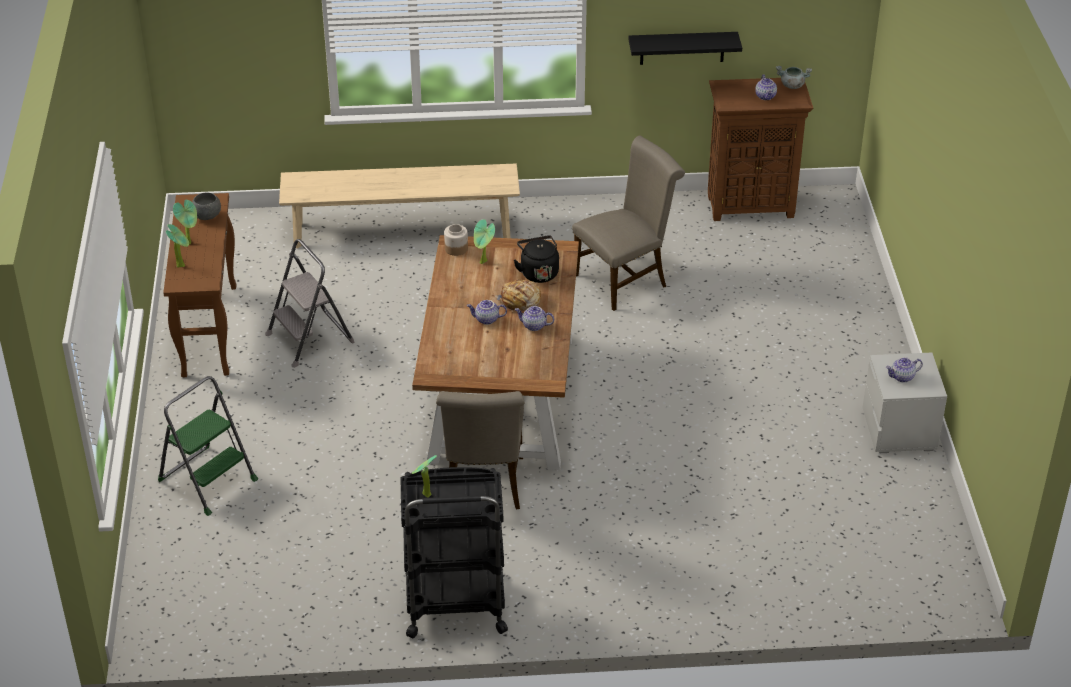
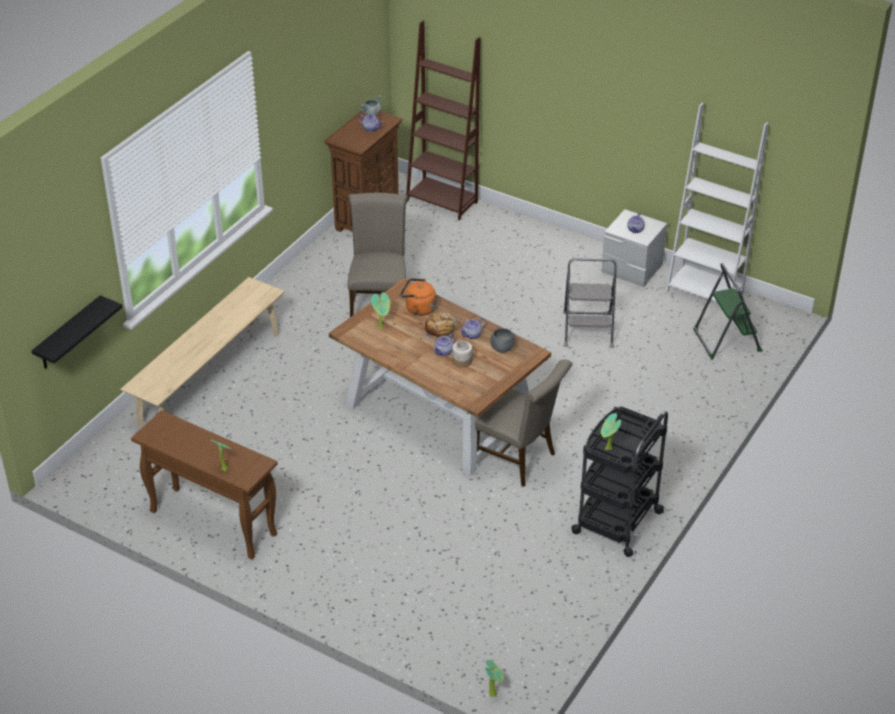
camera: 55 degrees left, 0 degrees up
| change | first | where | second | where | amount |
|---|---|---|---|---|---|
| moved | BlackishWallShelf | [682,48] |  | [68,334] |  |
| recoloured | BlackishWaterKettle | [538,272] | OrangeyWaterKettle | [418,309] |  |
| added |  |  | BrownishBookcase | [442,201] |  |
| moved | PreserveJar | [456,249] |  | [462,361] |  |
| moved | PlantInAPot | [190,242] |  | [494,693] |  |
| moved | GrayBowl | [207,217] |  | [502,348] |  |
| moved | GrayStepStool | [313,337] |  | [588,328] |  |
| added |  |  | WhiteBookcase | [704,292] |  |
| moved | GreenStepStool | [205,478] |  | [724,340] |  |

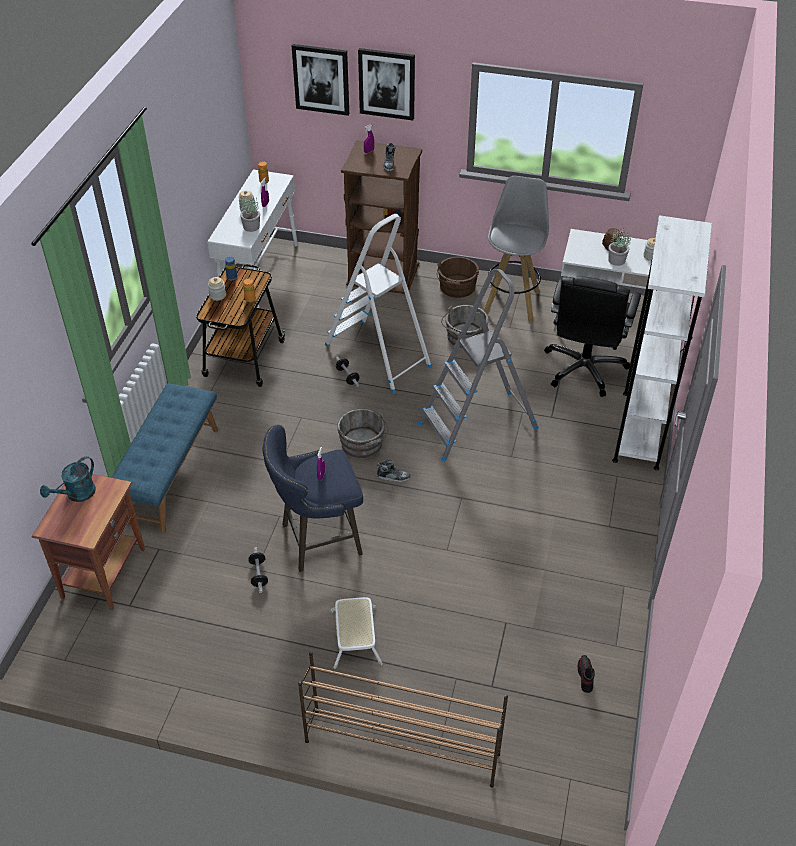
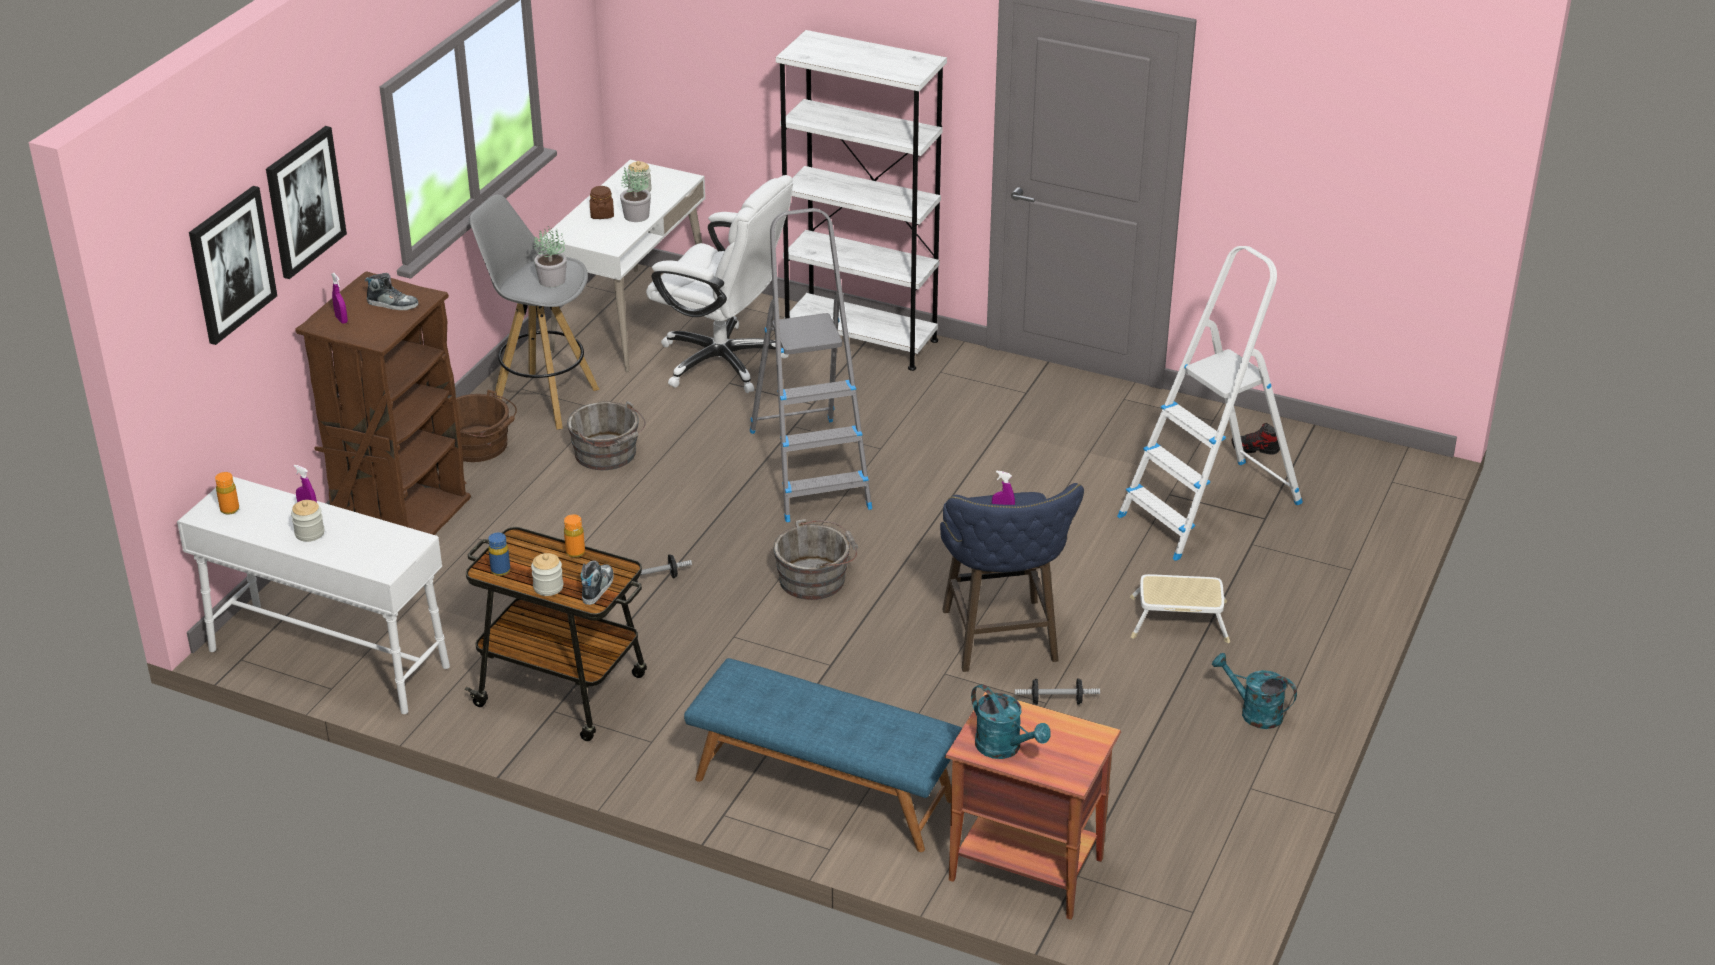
camera: 80 degrees left, 10 degrees down
| change | first | where | second | where | amount |
|---|---|---|---|---|---|
| moved | PlantInAPot | [251,227] |  | [552,280] |  |
| moved | Shoe | [393,476] |  | [597,587] |  |
| recoloured | BlackishComputerChair | [584,368] | WhiteComputerChair | [722,361] |  |
| moved | WhiteStepStool | [377,355] |  | [1209,510] |  |
| added |  |  | TurquoiseWateringPot | [1254,712] |  |
| removed | BrownishShoeRack | [401,747] |  |  |  |

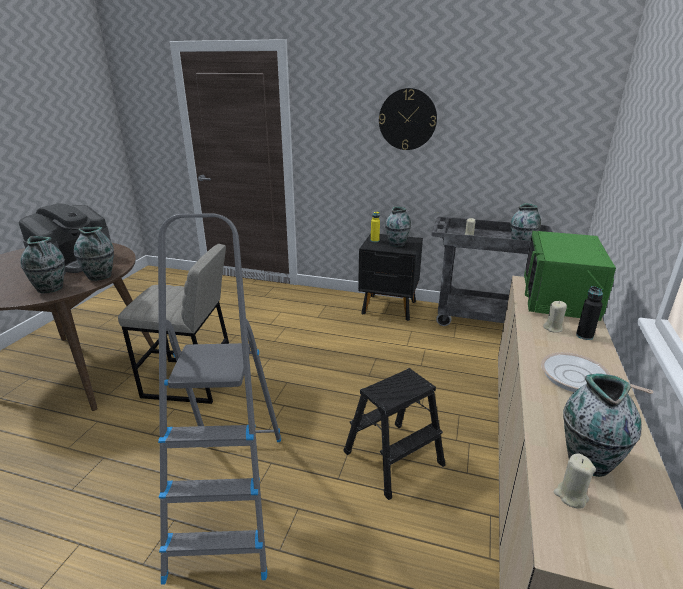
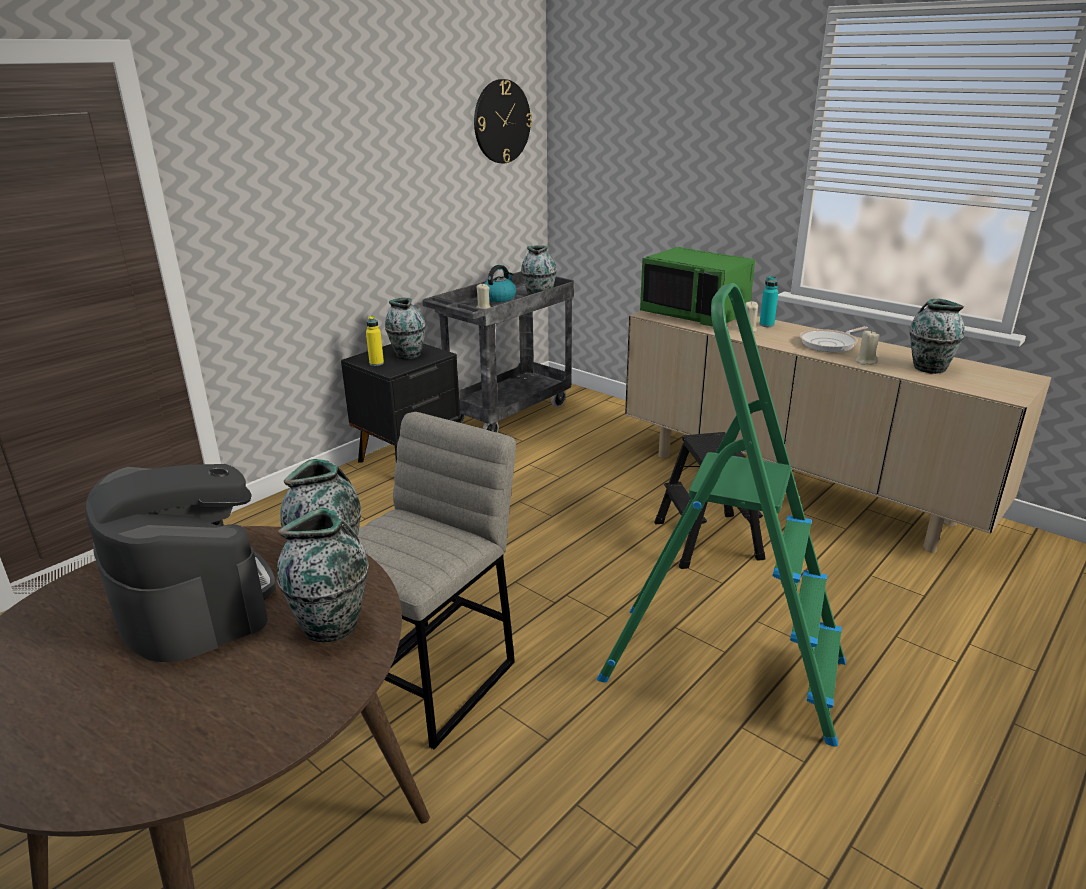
camera: 65 degrees left, 0 degrees up
| change | first | where | second | where | amount |
|---|---|---|---|---|---|
| moved | HangingClock | [407,119] |  | [501,122] |  |
| added |  |  | WaterKettle | [499,298] |  |
| recoloured | GrayStepStool | [230,499] | GreenStepStool | [724,671] |  |
| recoloured | BlackishBottle | [584,336] | TurquoiseBottle | [766,325] |  |
| moved | SandColouredWaxCandle | [570,496] |  | [865,361] |  |

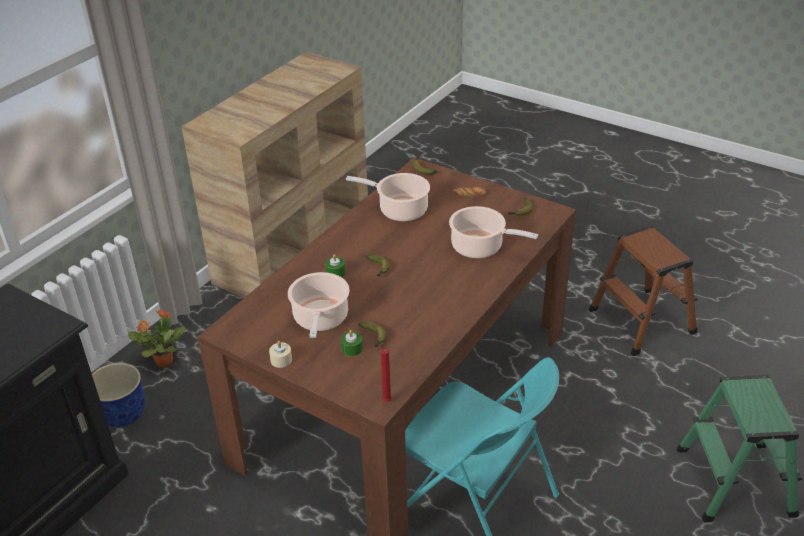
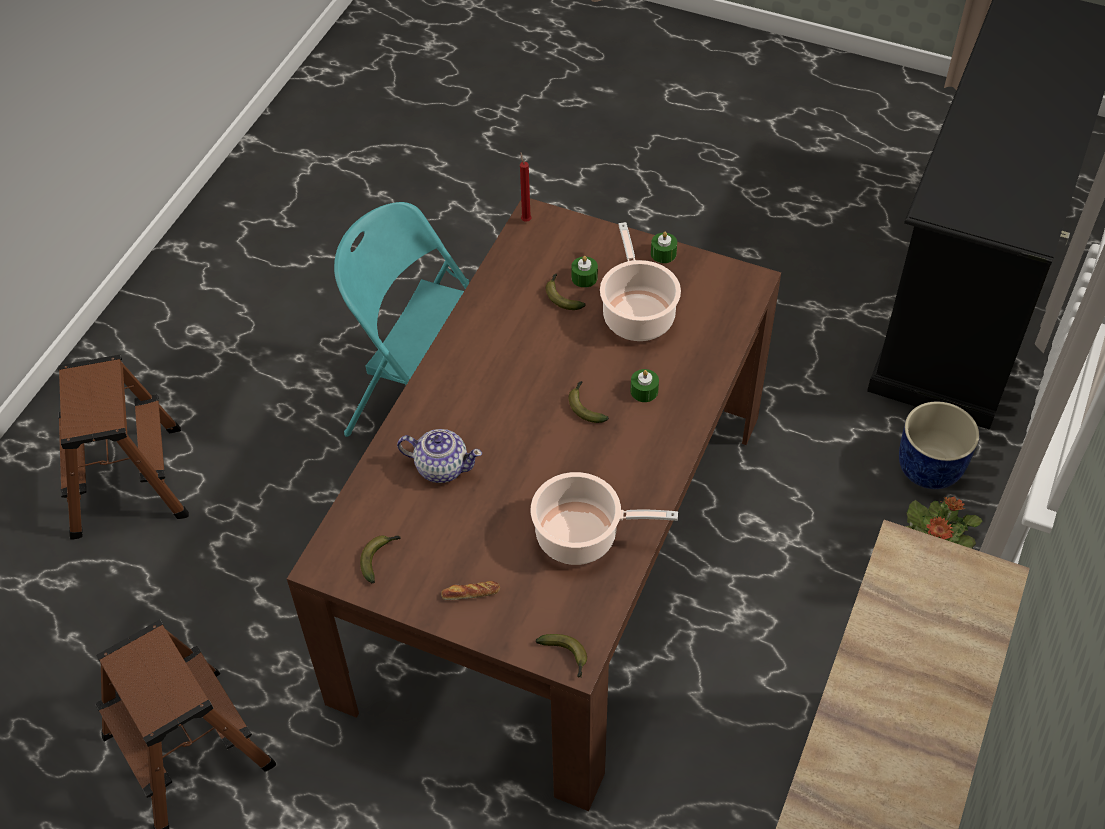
camera: 170 degrees right, 15 degrees up
| change | first | where | second | where | amount |
|---|---|---|---|---|---|
| recoloured | GreenStepStool | [735,482] | BrownishStepStool | [126,481] |  |
| replaced | CookingPot | [480,247] | Teapot | [441,467] |  |
| recoloured | SandColouredWaxCandle | [281,360] | GreenWaxCandle | [663,253] |  |

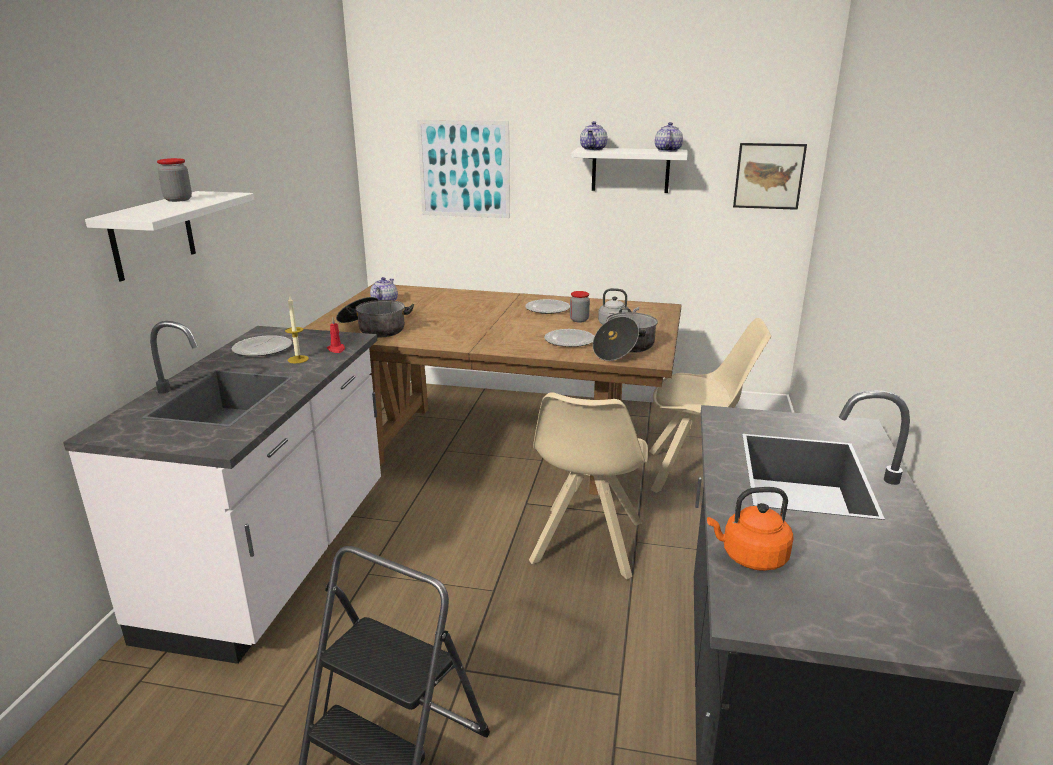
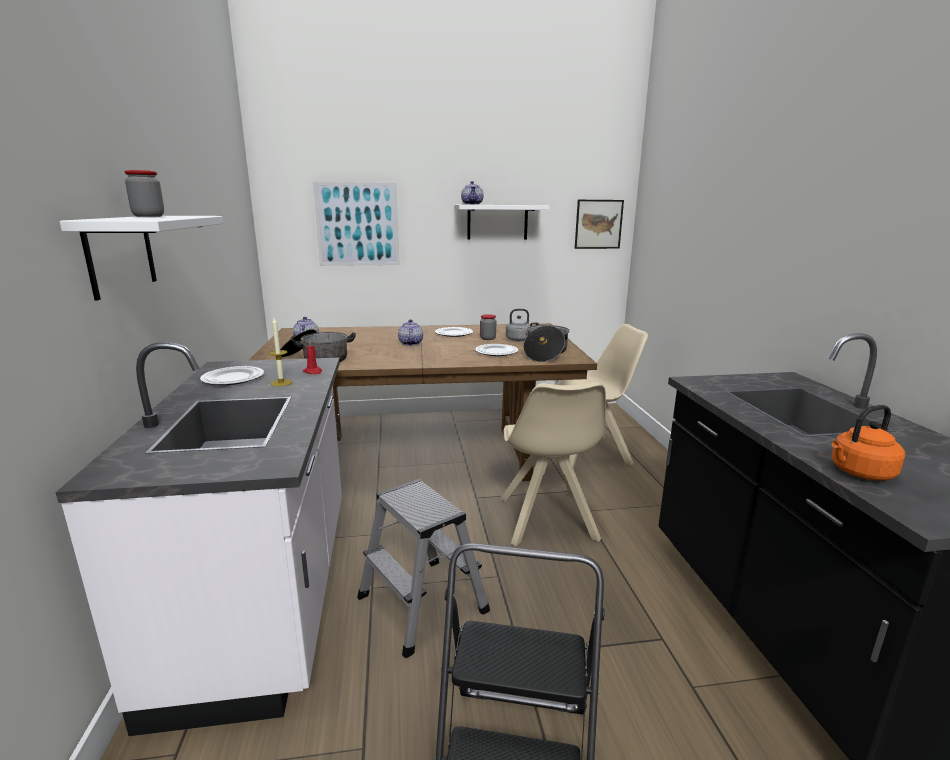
camera: 20 degrees left, 5 degrees down
| change | first | where | second | where | amount |
|---|---|---|---|---|---|
| added |  |  | GrayStepStool | [422,603] |  |
| moved | Teapot | [667,151] |  | [410,343] |  |

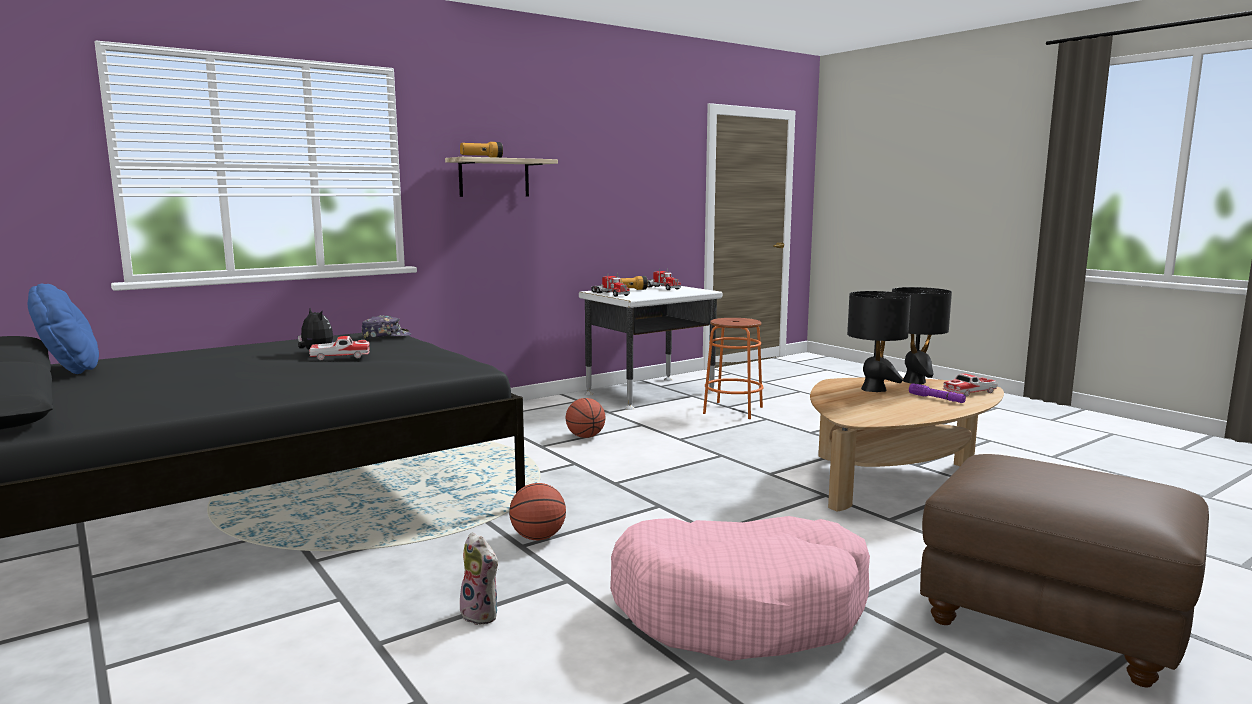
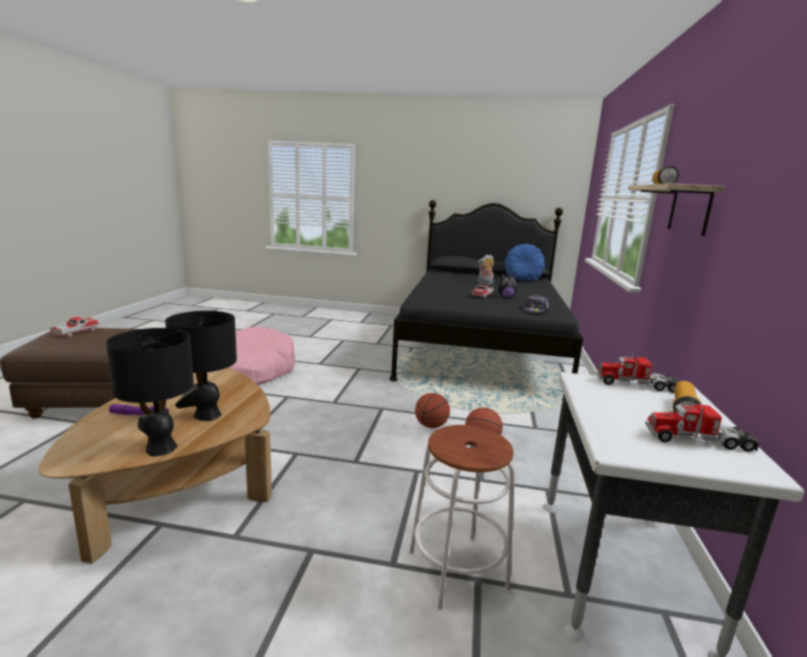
camera: 135 degrees right, 5 degrees up
| change | first | where | second | where | amount |
|---|---|---|---|---|---|
| moved | MiniatureCar | [969,392] |  | [75,332] |  |
| recoloured | OrangeySittingStool | [733,410] | WhiteSittingStool | [457,570] |  |
| moved | BasketballBall | [538,537] |  | [431,426] |  |
| moved | SoftToy | [482,614] |  | [485,283] |  |

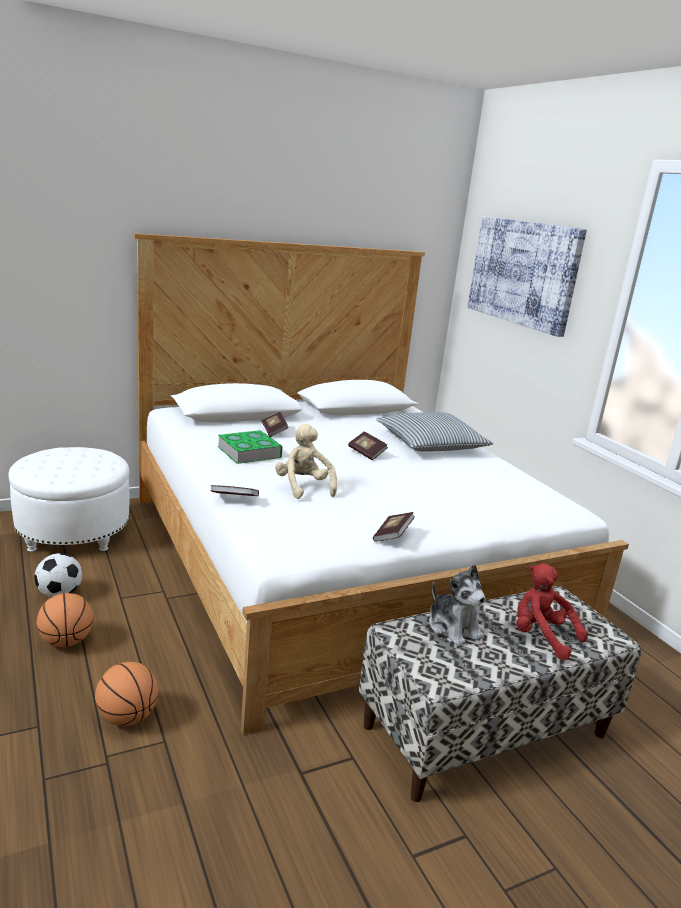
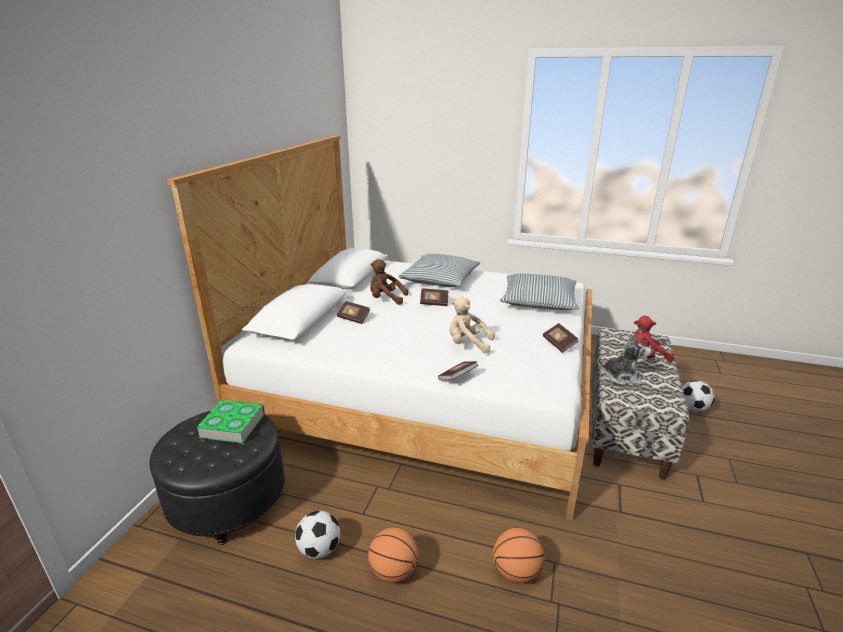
camera: 45 degrees left, 5 degrees up
| change | first | where | second | where | amount |
|---|---|---|---|---|---|
| recoloured | WhiteOttoman | [73,533] | BlackishOttoman | [228,502] |  |
| moved | BoundBook | [249,452] |  | [233,425] |  |
| added |  |  | BrownishSoftToy | [386,299] |  |
| added |  |  | ThrowPillow | [538,301] |  |
| added |  |  | BallForFootball | [693,408] |  |
| removed | Picture | [524,273] |  |  |  |

